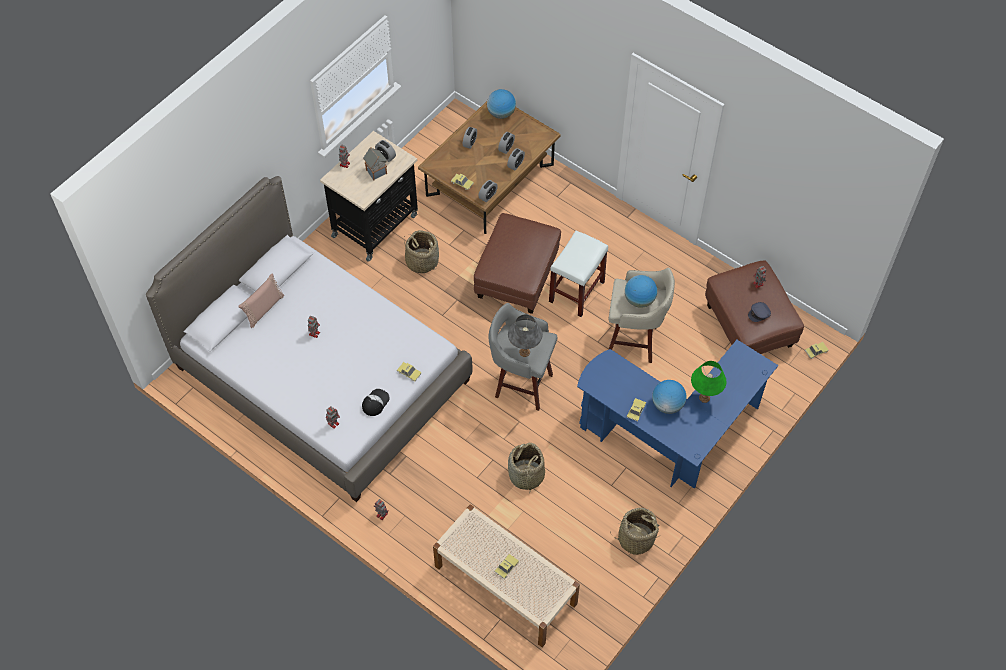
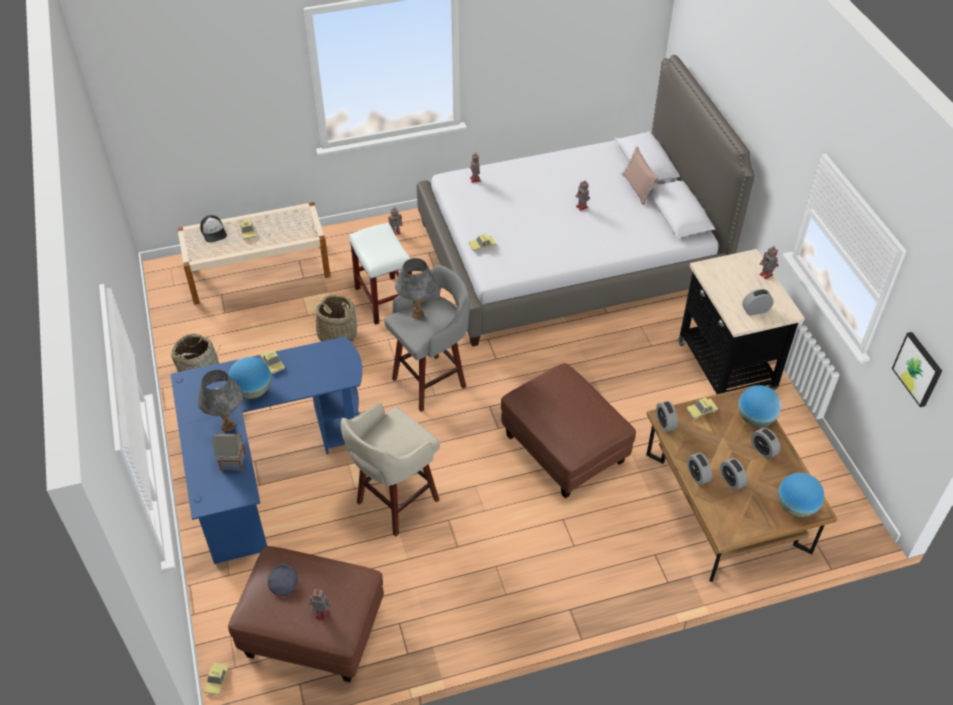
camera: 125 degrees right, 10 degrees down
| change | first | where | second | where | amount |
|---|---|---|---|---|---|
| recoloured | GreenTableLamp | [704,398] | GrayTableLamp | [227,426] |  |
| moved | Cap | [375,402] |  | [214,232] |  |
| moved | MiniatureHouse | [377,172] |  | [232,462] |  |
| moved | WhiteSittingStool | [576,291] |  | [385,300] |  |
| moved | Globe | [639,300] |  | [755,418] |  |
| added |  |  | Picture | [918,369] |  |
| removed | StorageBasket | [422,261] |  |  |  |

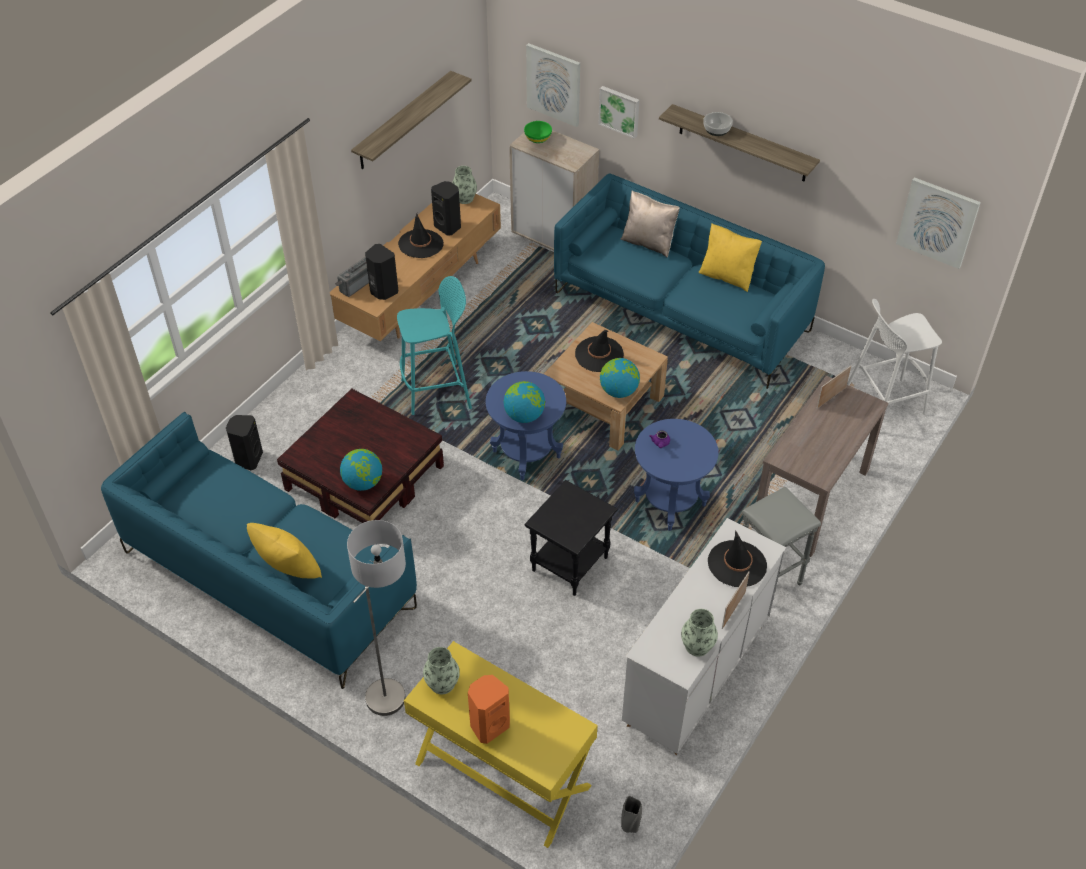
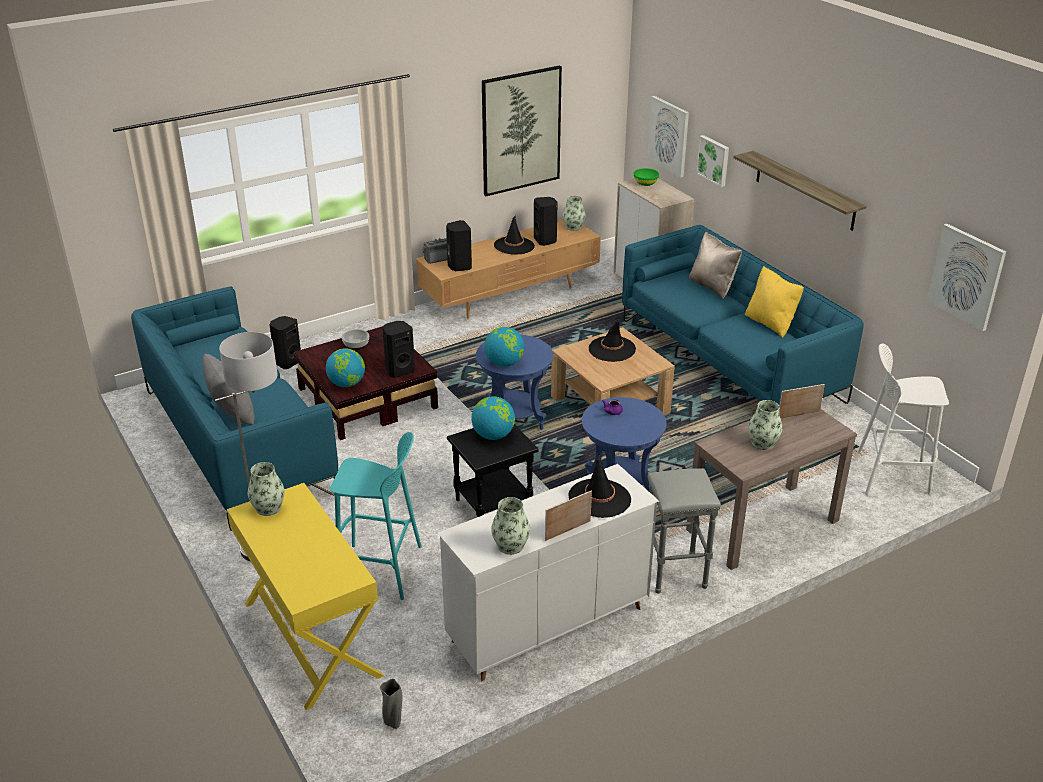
camera: 25 degrees right, 15 degrees down
| change | first | where | second | where | amount |
|---|---|---|---|---|---|
| recoloured | YellowColouredThrowPillow | [288,570] | GrayThrowPillow | [232,413] |  |
| moved | TurquoiseSittingStool | [437,391] |  | [381,569] |  |
| moved | Bowl | [717,129] |  | [356,344] |  |
| added |  |  | BlackishLoudspeaker | [399,370] |  |
| moved | Globe | [618,391] |  | [493,435] |  |
| replaced | WallShelf | [403,121] | Picture | [521,131] |  |
| added |  |  | DecorativeVase | [763,443] |  |
| removed | OrangeyLoudspeaker | [489,725] |  |  |  |

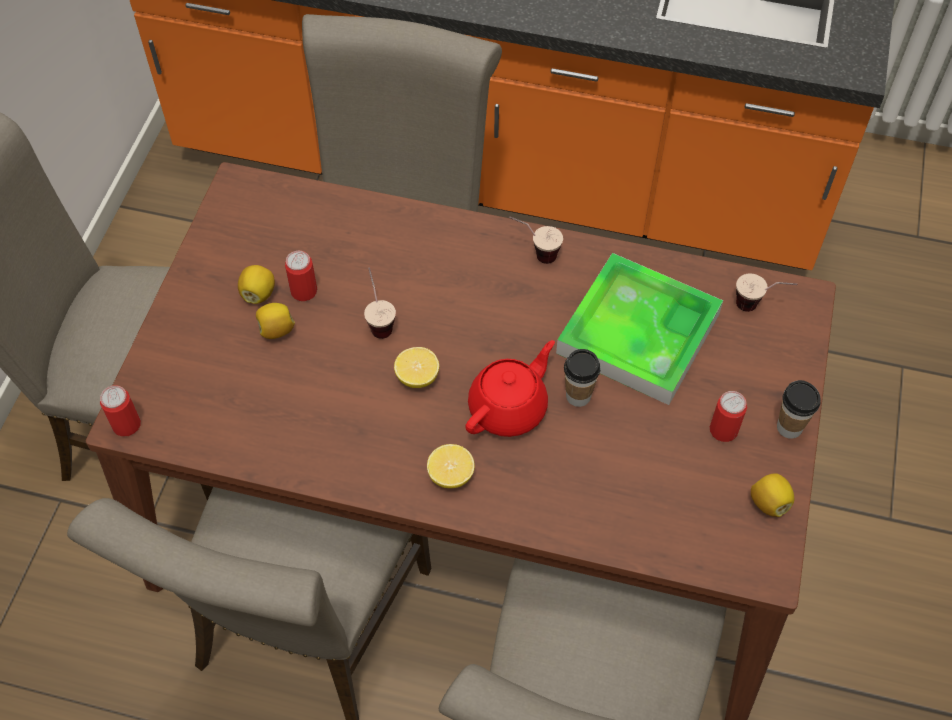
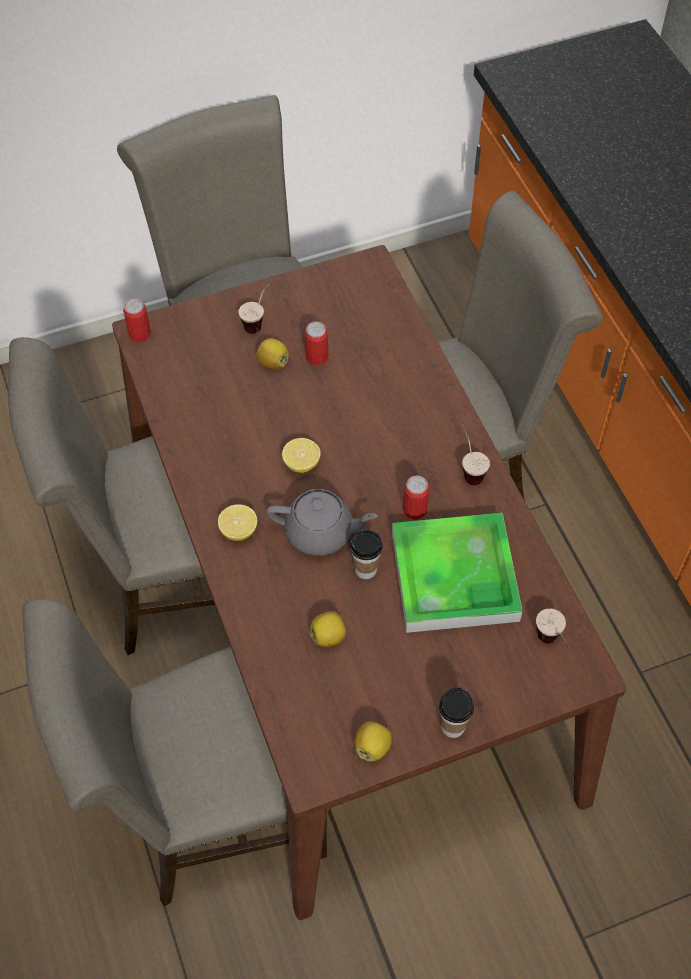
camera: 55 degrees right, 0 degrees up
| change | first | where | second | where | amount |
|---|---|---|---|---|---|
| moved | SmallCup | [379,320] |  | [259,321] |  |
| recoloured | RedColouredTeapot | [509,408] | GrayTeapot | [320,533] |  |
| moved | CitrusFruit | [258,293] |  | [328,636] |  |
| moved | Can | [723,430] |  | [415,510] |  |

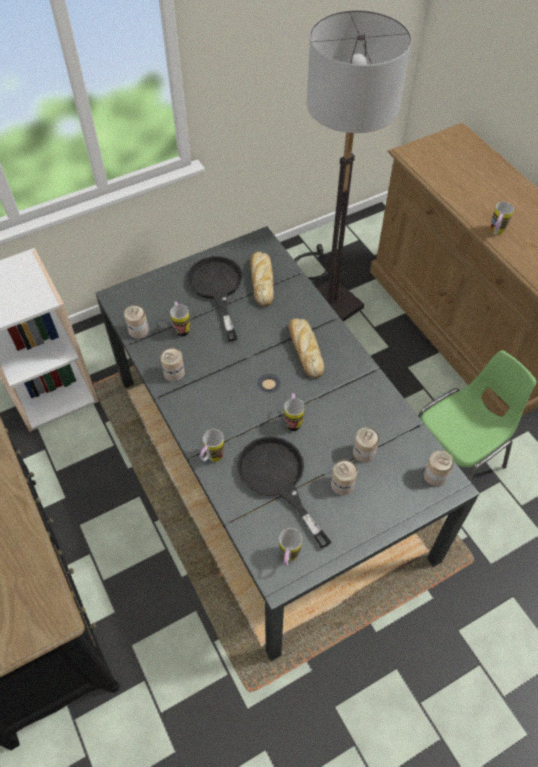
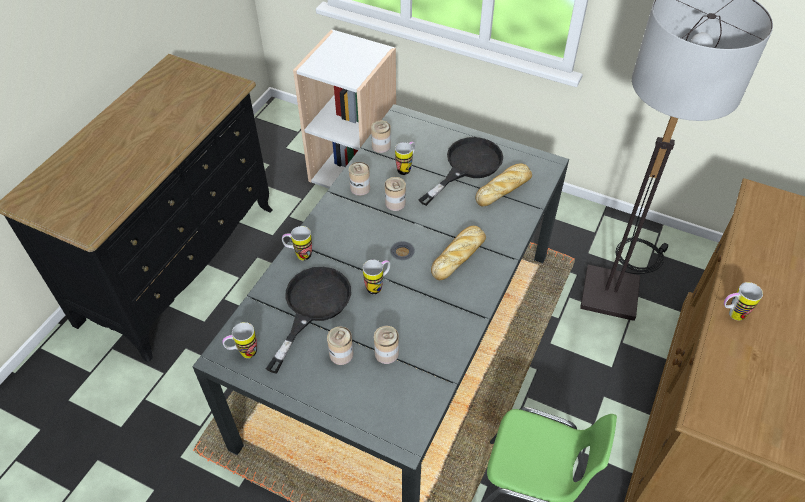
camera: 55 degrees right, 5 degrees down
| change | first | where | second | where | amount |
|---|---|---|---|---|---|
| moved | Can | [435,475] |  | [395,203] |  |

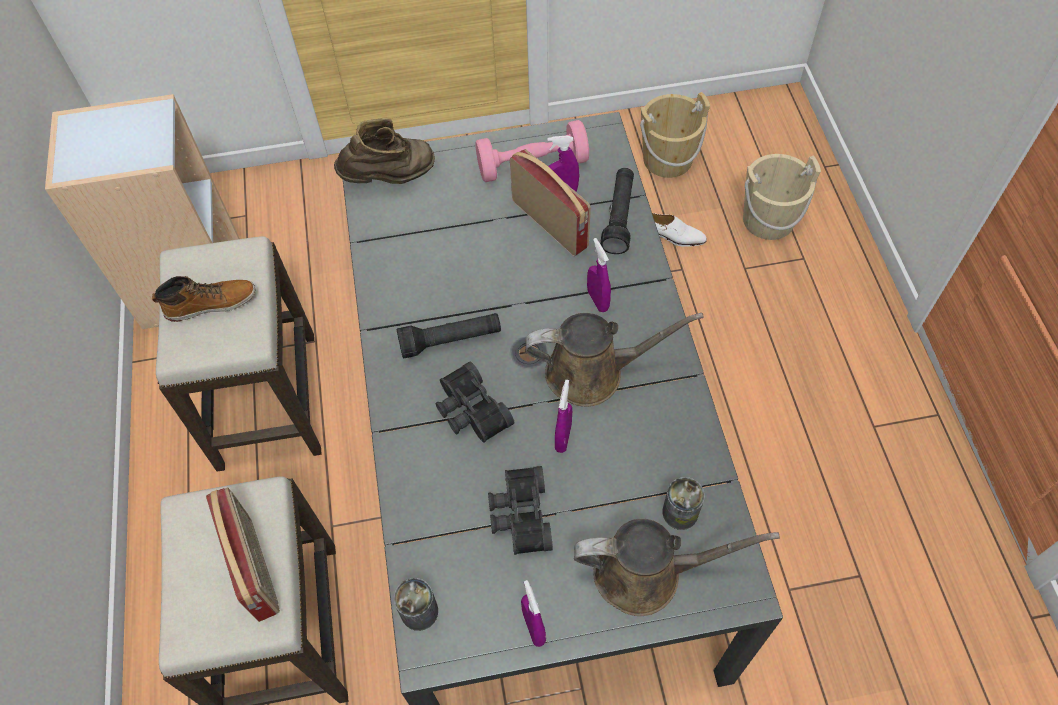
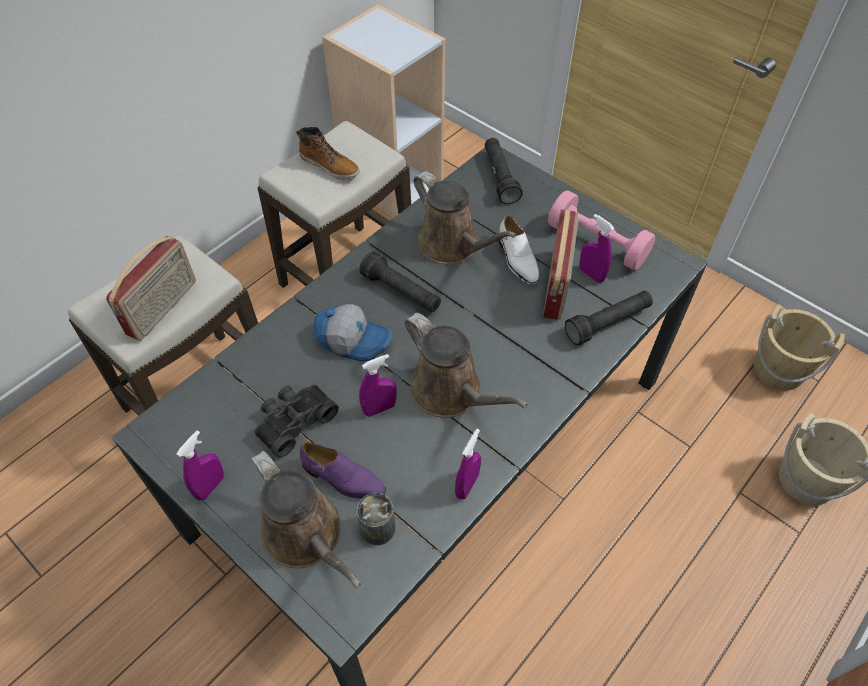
camera: 50 degrees right, 5 degrees down
| change | first | where | second | where | amount |
|---|---|---|---|---|---|
| added |  |  | PurpleColouredShoe | [343,479] |  |
| replaced | BlackishPairOfBinoculars | [470,411] | Cap | [354,339] |  |
| added |  |  | BrownishWateringPot | [453,245] |  |
| moved | PurpleColouredHandSprayer | [597,300] |  | [467,485] |  |
| replaced | BrownishTallBoot | [390,179] | BlackishHandTorch | [500,177] |  |
| moved | WhiteShoe | [674,237] |  | [517,260] |  |
| removed | Can | [419,611] |  |  |  |

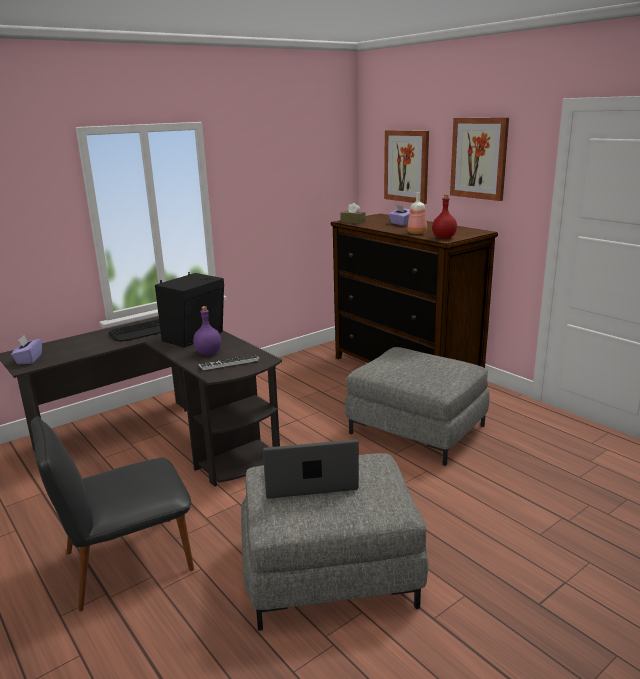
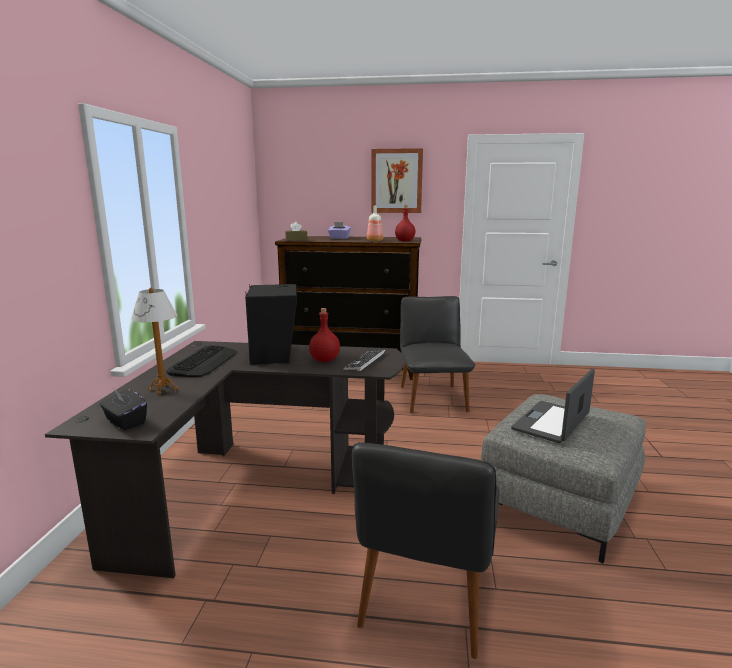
camera: 45 degrees left, 5 degrees down
| change | first | where | second | where | amount |
|---|---|---|---|---|---|
| recoloured | PurpleColouredTissueHolder | [29,359] | BlackishTissueHolder | [125,422] |  |
| added |  |  | TableLamp | [163,390] |  |
| recoloured | PurpleColouredBottle | [208,353] | RedColouredBottle | [324,360] |  |
| replaced | GrayOttoman | [417,429] | BlackishPlainChair | [433,398] |  |
| removed | Picture | [406,166] |  |  |  |

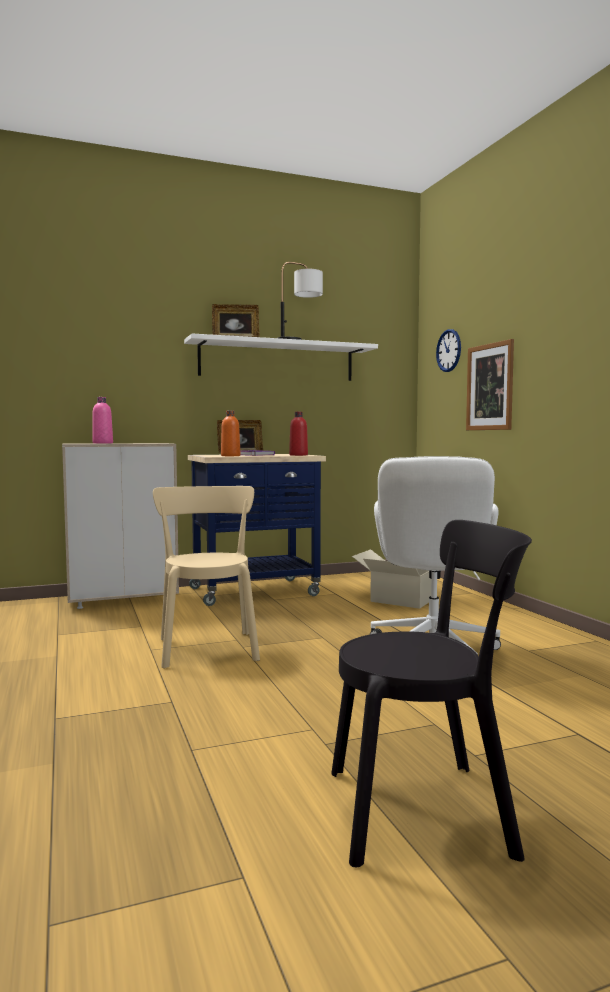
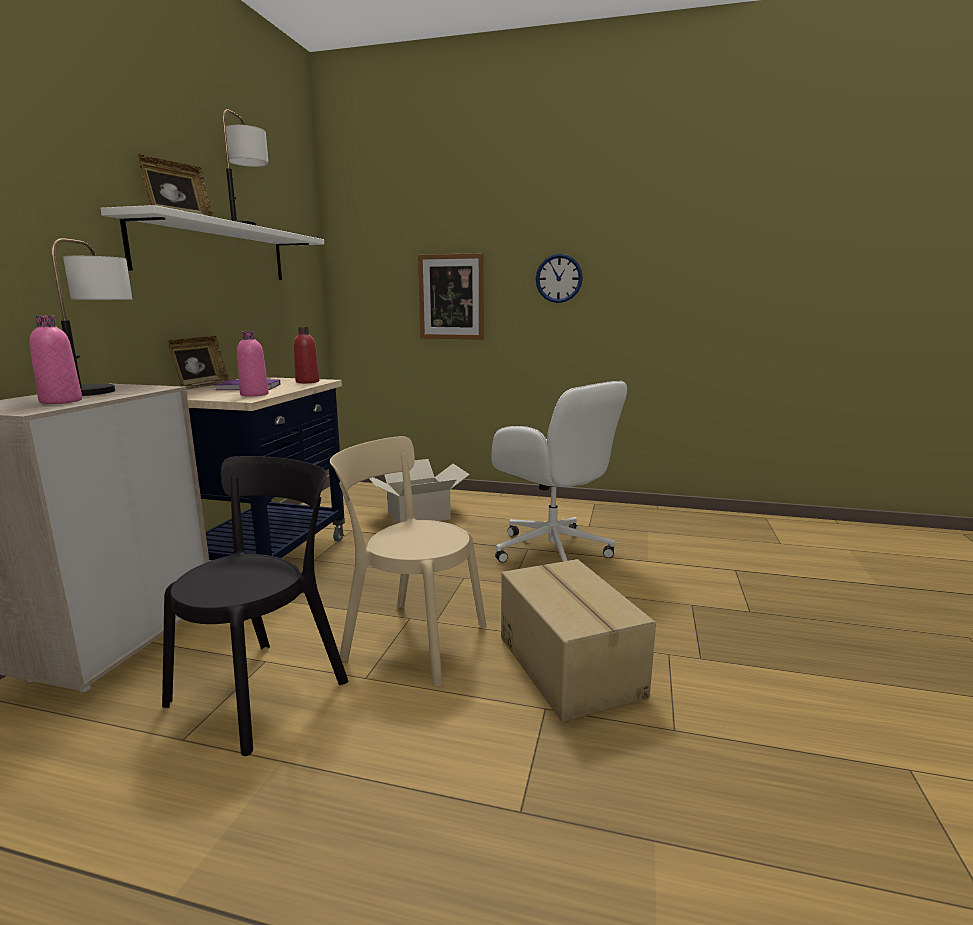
camera: 55 degrees left, 10 degrees up
| change | first | where | second | where | amount |
|---|---|---|---|---|---|
| added |  |  | TableLamp | [106,389] |  |
| moved | BlackishPlainChair | [428,811] |  | [265,688] |  |
| recoloured | OrangeyBottle | [230,456] | PinkBottle | [254,394] |  |
| added |  |  | PackingBox | [570,665] |  |
| moved | HangingClock | [448,350] |  | [559,278] |  |

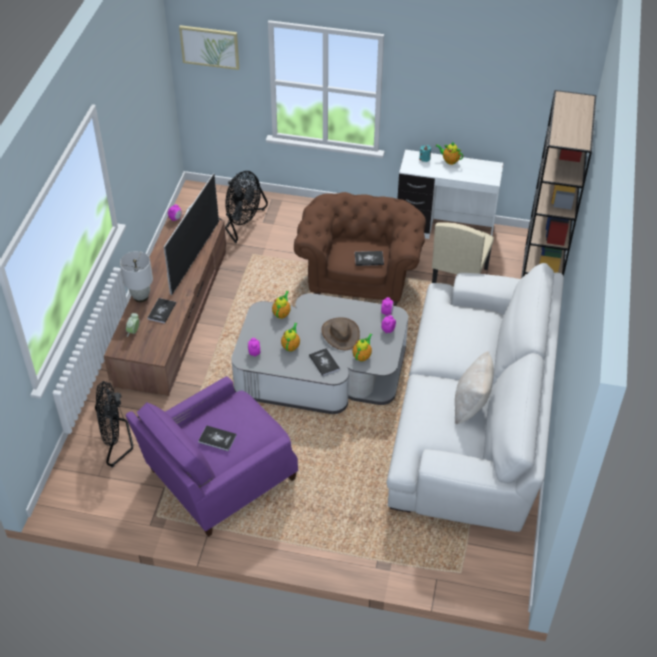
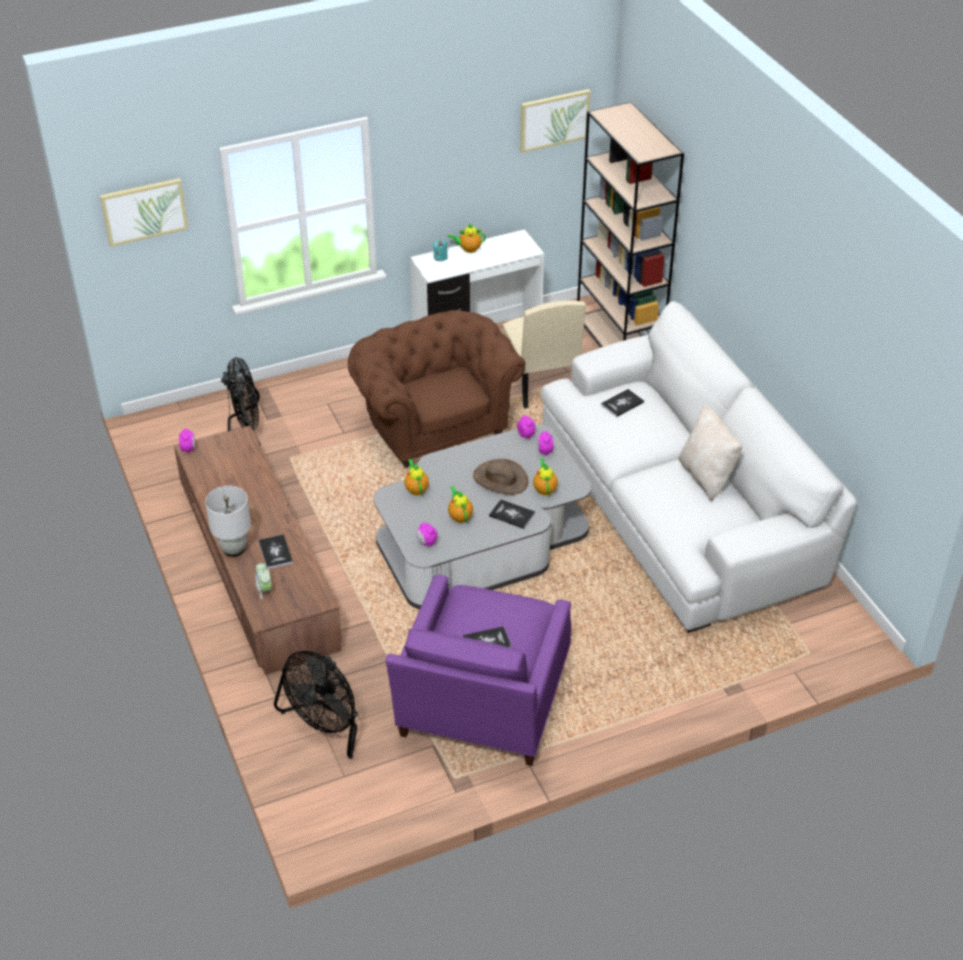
camera: 35 degrees left, 5 degrees down
| change | first | where | second | where | amount |
|---|---|---|---|---|---|
| added |  |  | Picture | [554,120] |  |
| moved | BoundBook | [369,259] |  | [622,404] |  |
| removed | TvSet | [194,257] |  |  |  |

